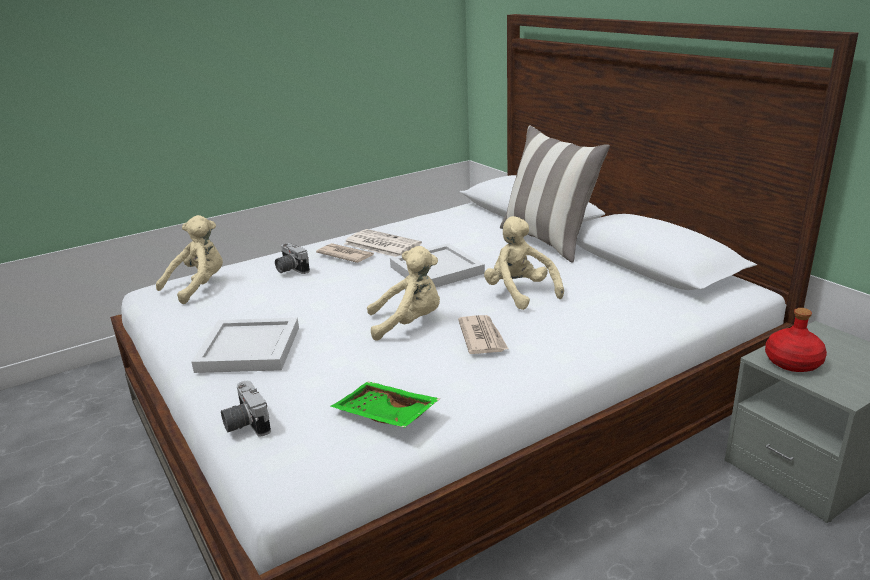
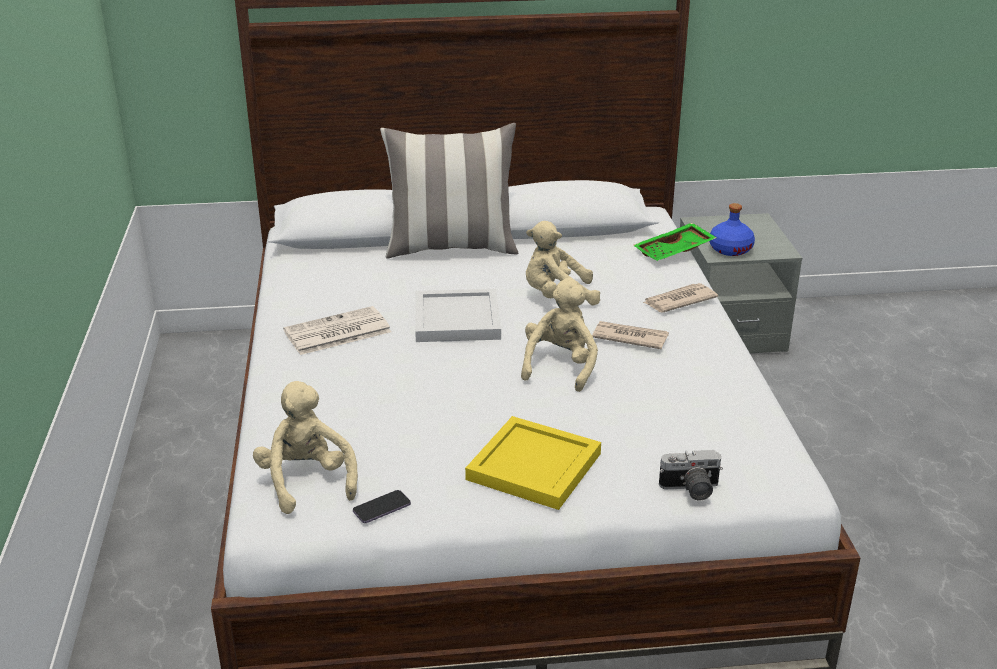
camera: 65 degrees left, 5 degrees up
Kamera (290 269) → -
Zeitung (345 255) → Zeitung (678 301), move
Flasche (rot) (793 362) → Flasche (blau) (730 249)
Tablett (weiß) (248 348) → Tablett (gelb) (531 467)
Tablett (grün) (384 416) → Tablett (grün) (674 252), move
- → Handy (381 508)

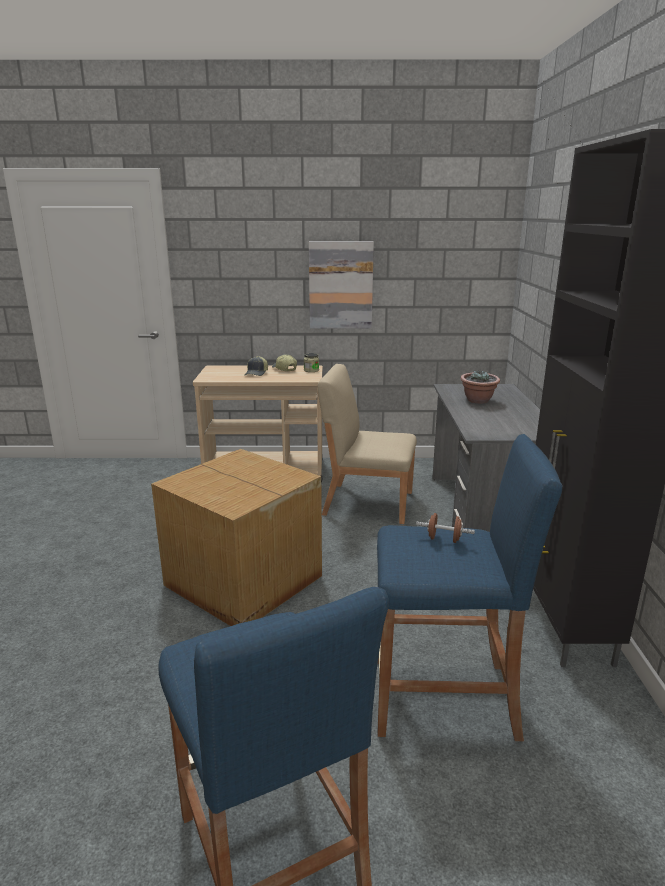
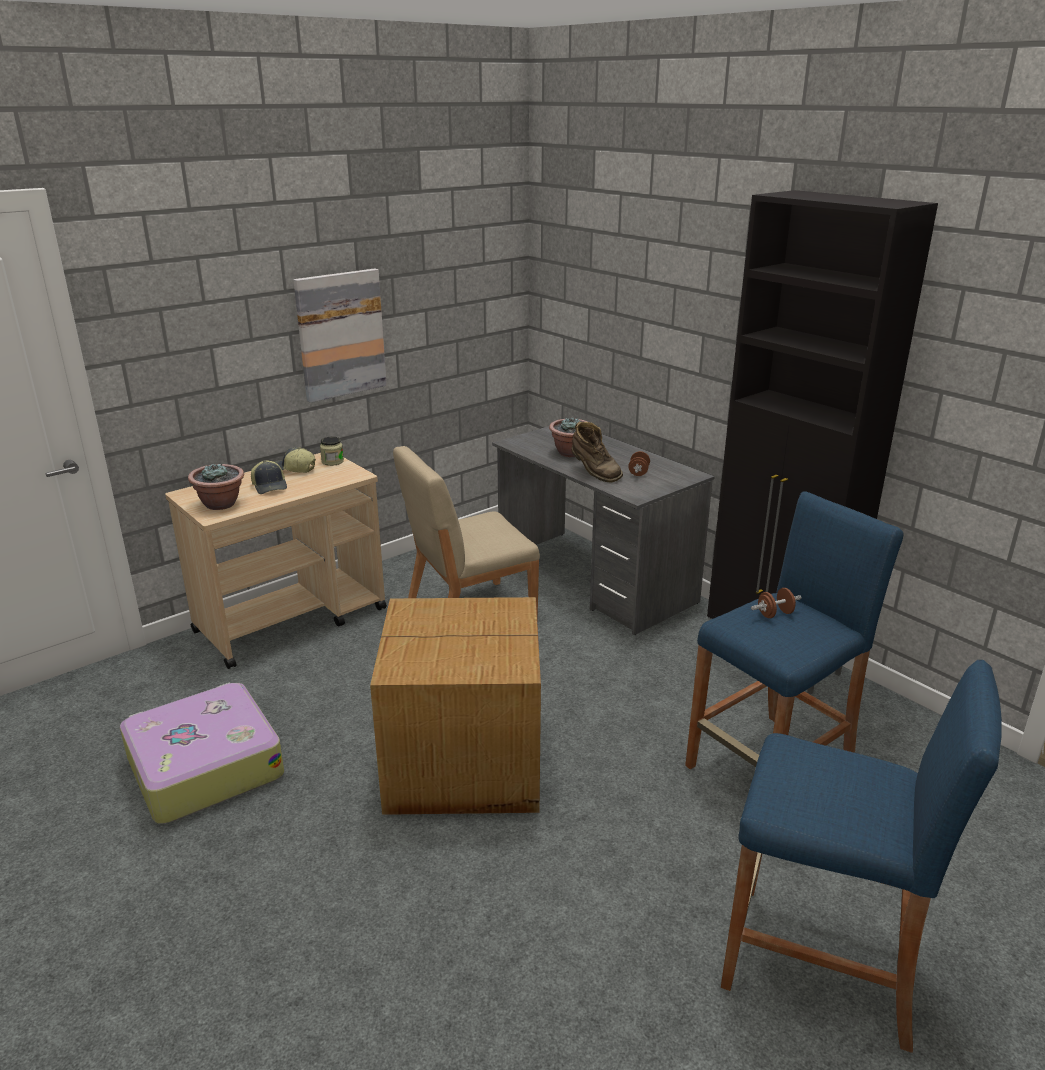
camera: 40 degrees left, 5 degrees up
- → Stiefel (braun) (594 474)
- → Hantel (braun) (638 472)
- → Topfpflanze (221 504)
- → Koffer (204 766)

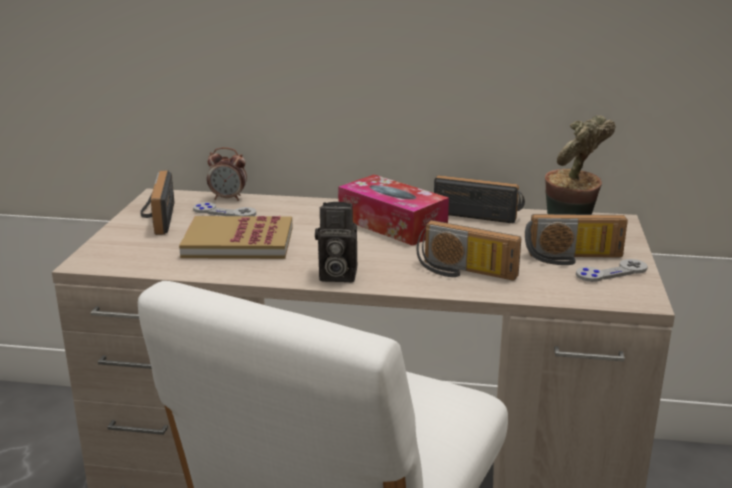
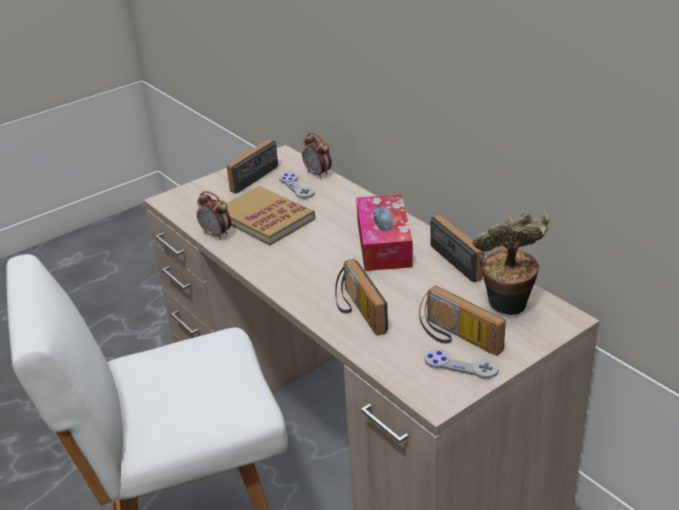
camera: 45 degrees right, 10 degrees up
Kamera (335 275) → -
- → Wecker (216 234)

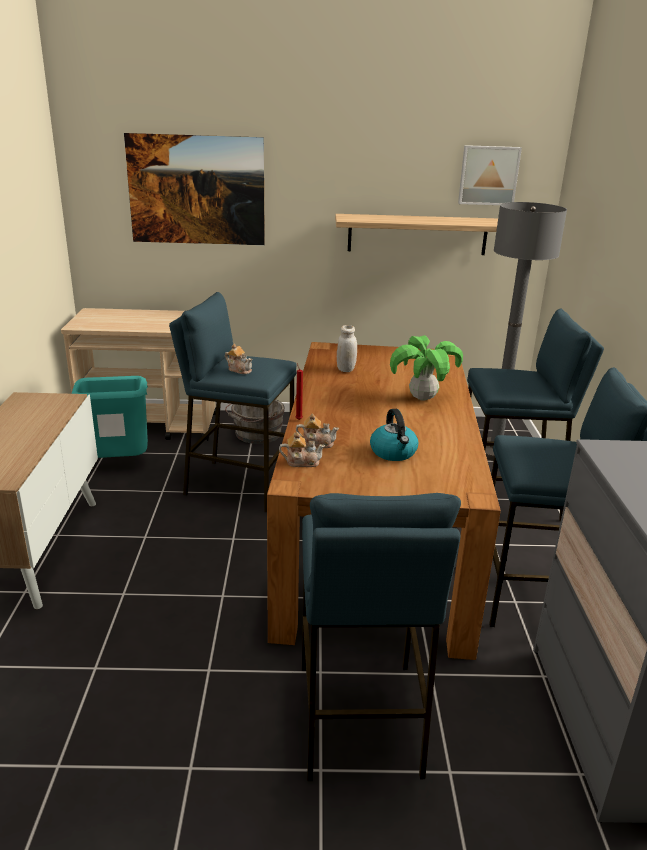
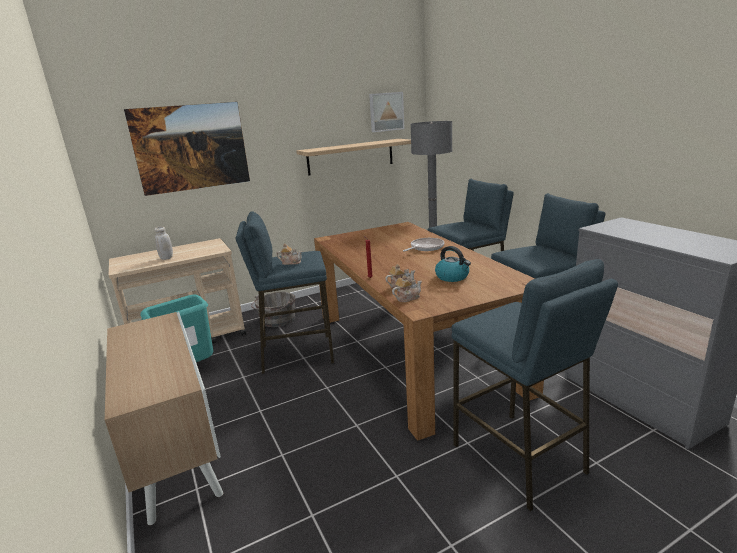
camera: 25 degrees left, 5 degrees down
Vorratsglas (weiß) (346 369) → Vorratsglas (weiß) (166 258), move
Topfpflanze (422 398) → Pfanne (425 248)

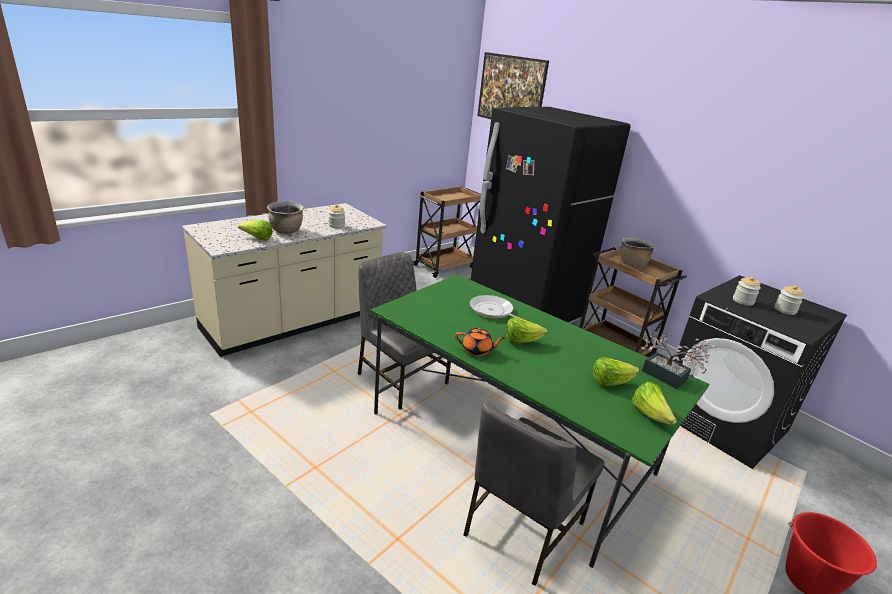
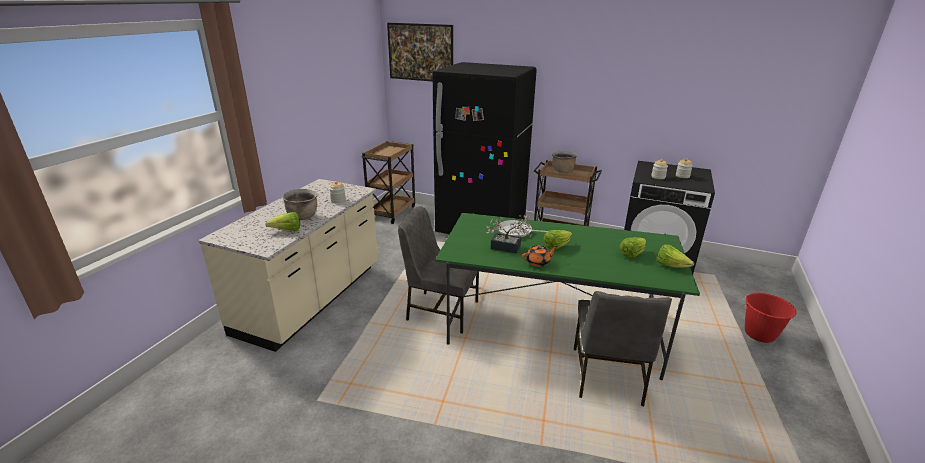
camera: 25 degrees left, 0 degrees up
Topfpflanze (669 378) → Topfpflanze (509 248), move

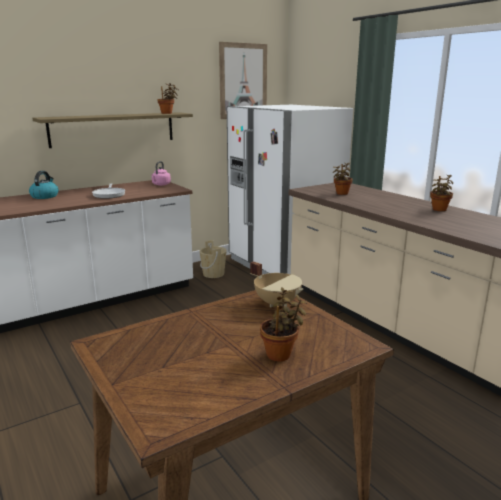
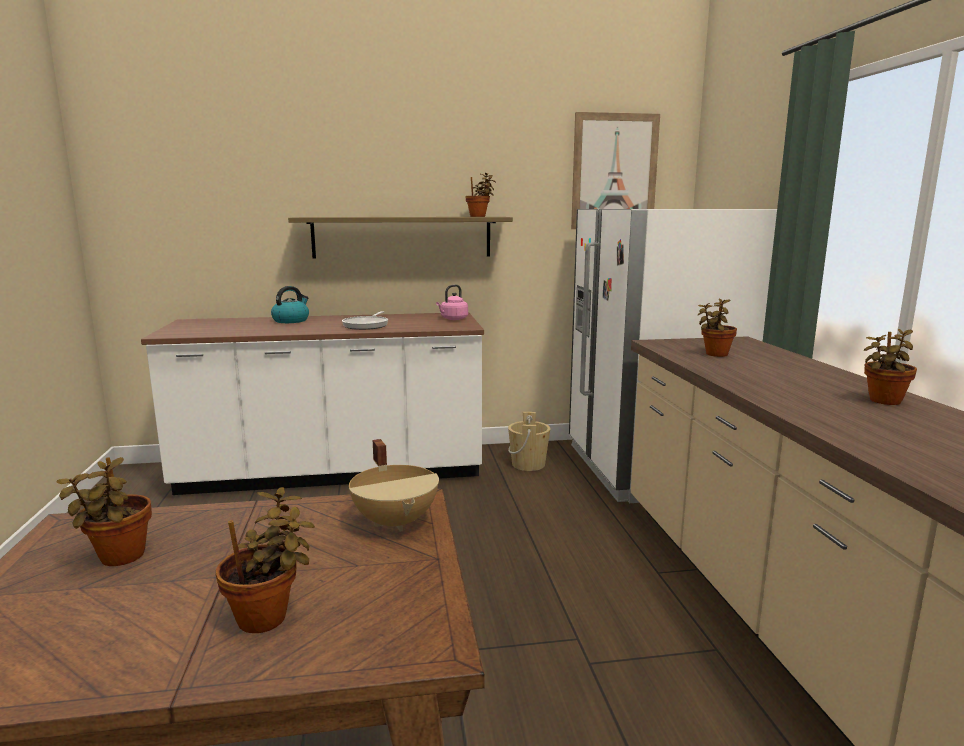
camera: 25 degrees right, 5 degrees down
- → Topfpflanze (118 558)

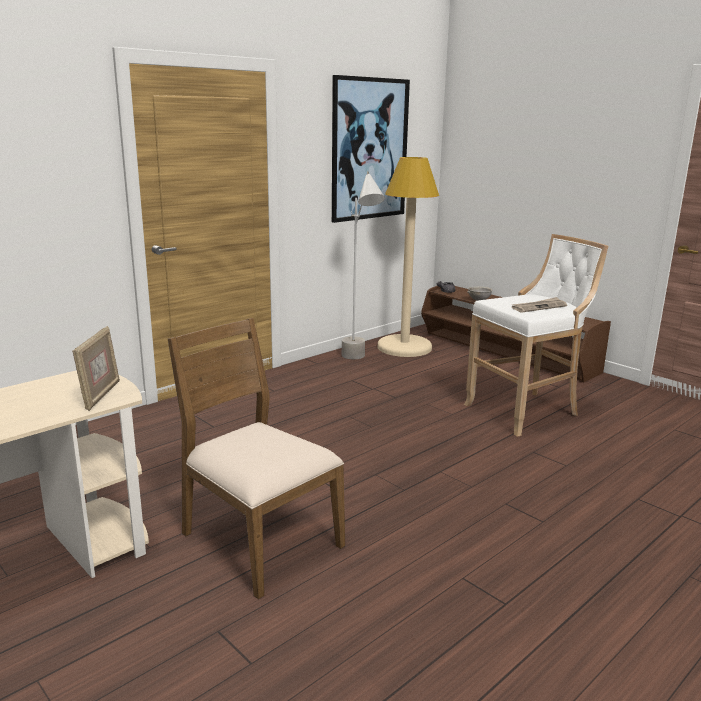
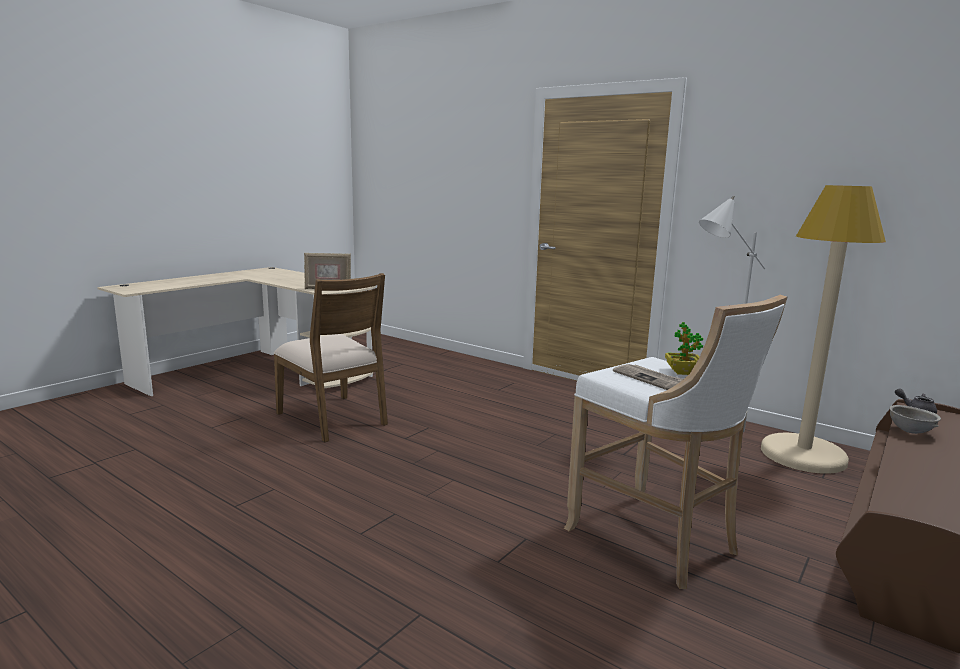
camera: 80 degrees right, 5 degrees down
Bild (369 149) → -
Stuhl (braun) (259 540) → Stuhl (braun) (333 418), 105 degrees clockwise
- → Topfpflanze (682 372)

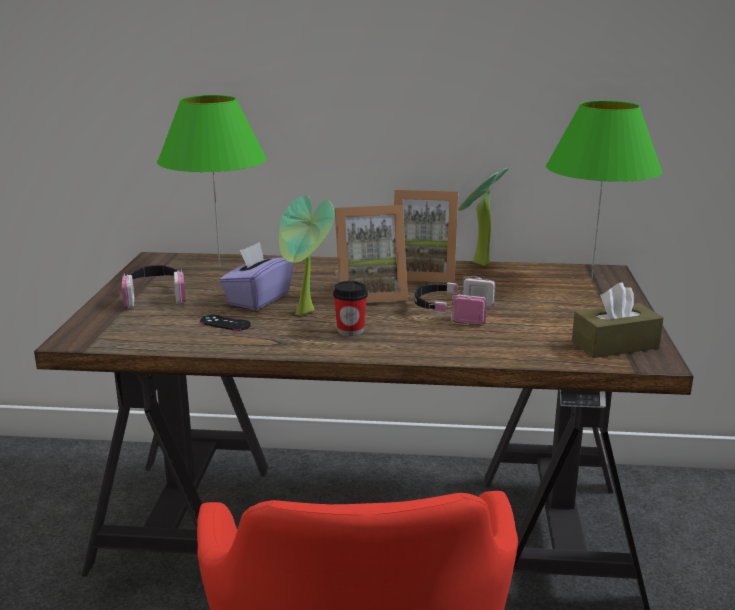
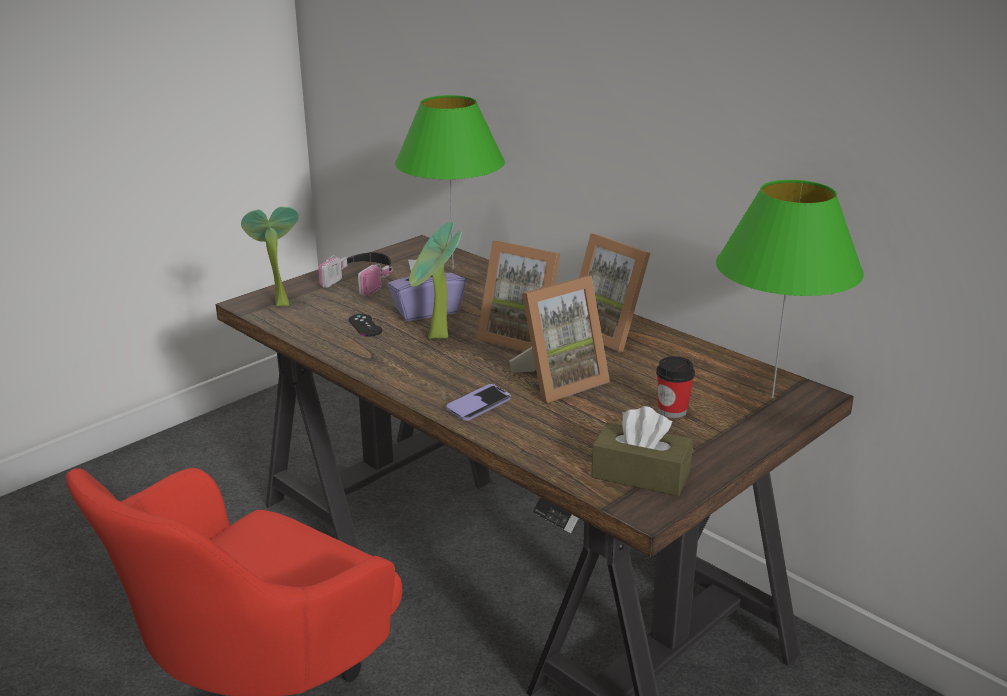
camera: 40 degrees right, 5 degrees up
Topfpflanze (477 264) → Topfpflanze (278 303), move
Kopfhörer (452 311) → Bilderrahmen (558 381)
Tasse (350 330) → Tasse (672 410), move
- → Handy (479 404)

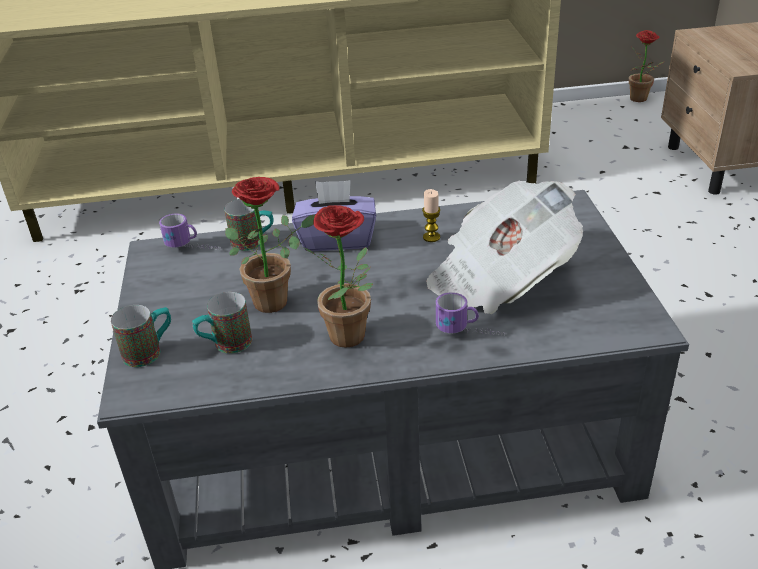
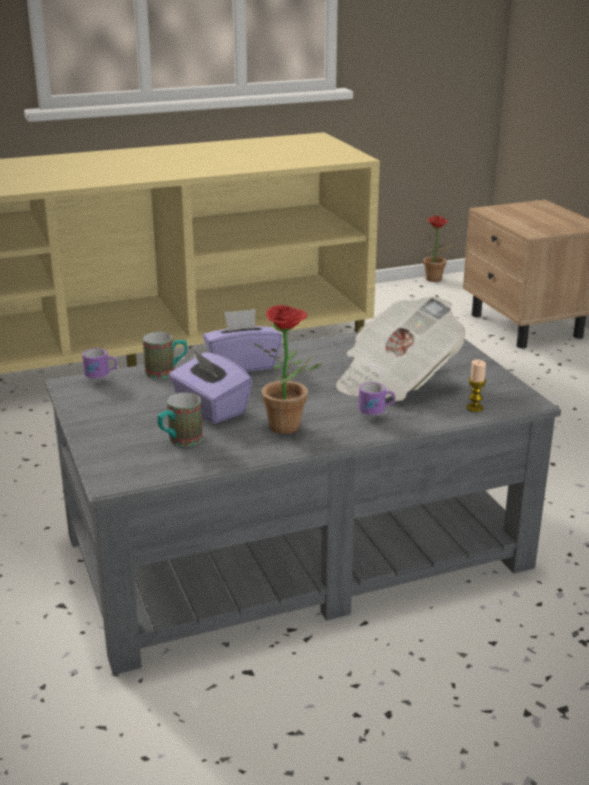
camera: 15 degrees left, 10 degrees down
Topfpflanze (277 299) → Taschentuchbox (lila) (210 408)
Kerze (431 237) → Kerze (474 408), move
Henkelbecher (150 351) → -

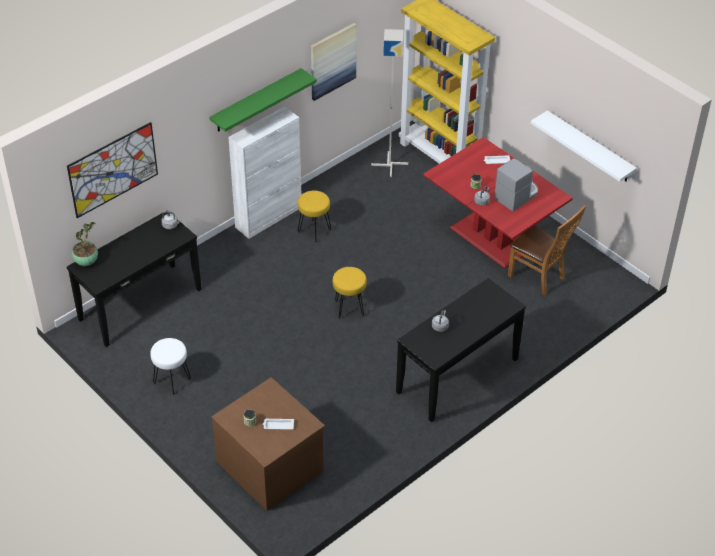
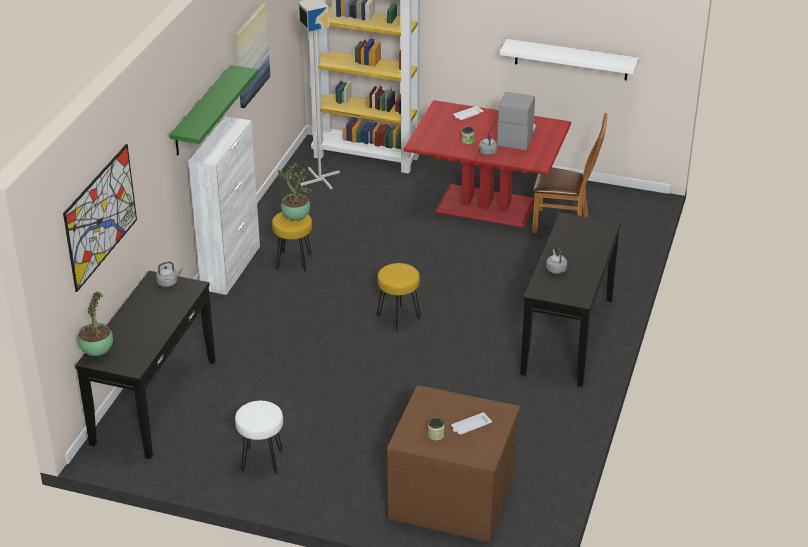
camera: 30 degrees left, 10 degrees down
- → Topfpflanze (295 218)

